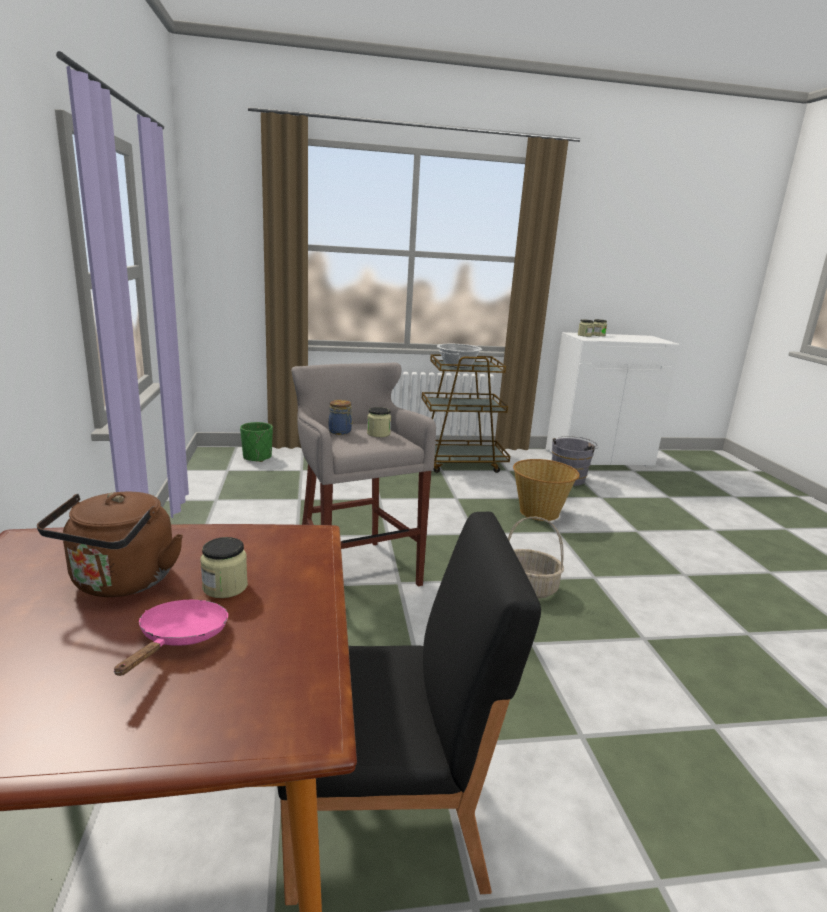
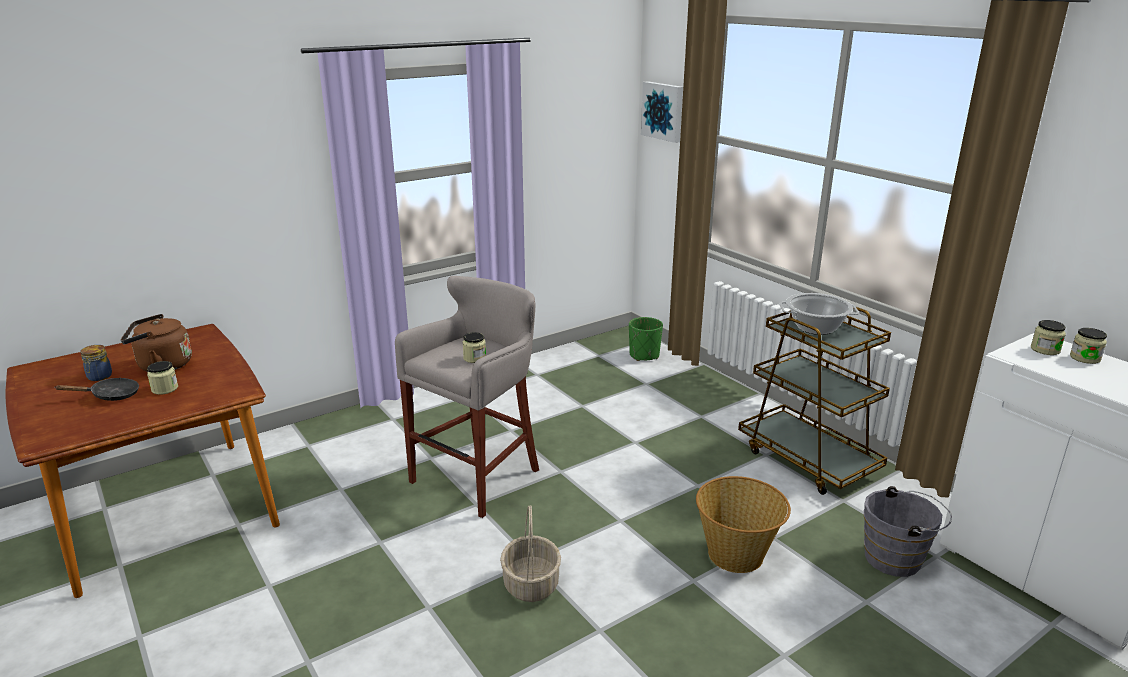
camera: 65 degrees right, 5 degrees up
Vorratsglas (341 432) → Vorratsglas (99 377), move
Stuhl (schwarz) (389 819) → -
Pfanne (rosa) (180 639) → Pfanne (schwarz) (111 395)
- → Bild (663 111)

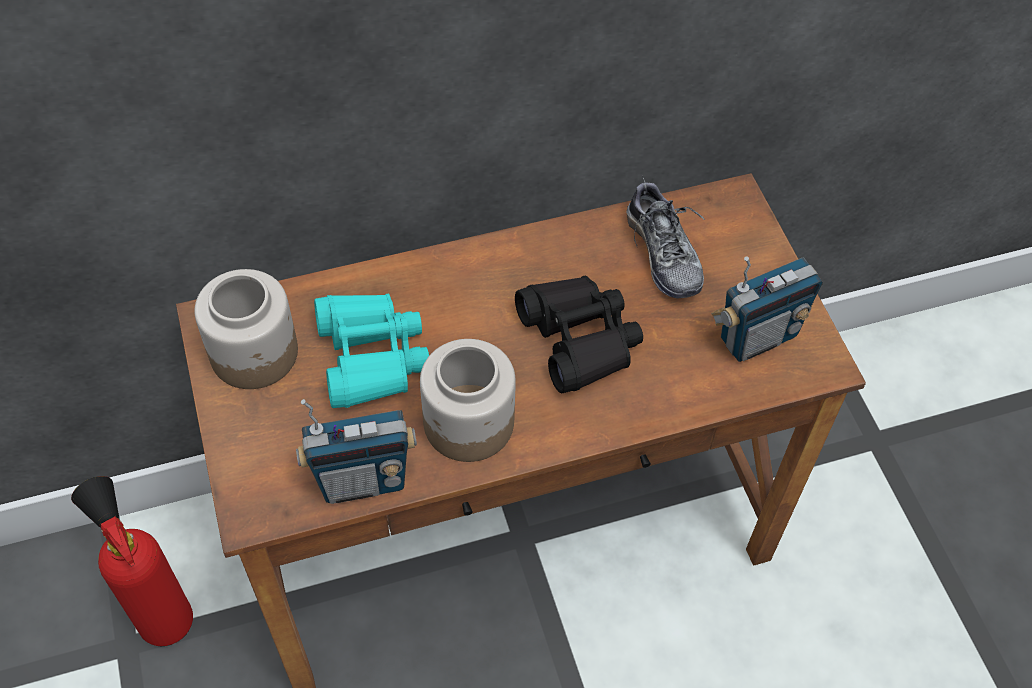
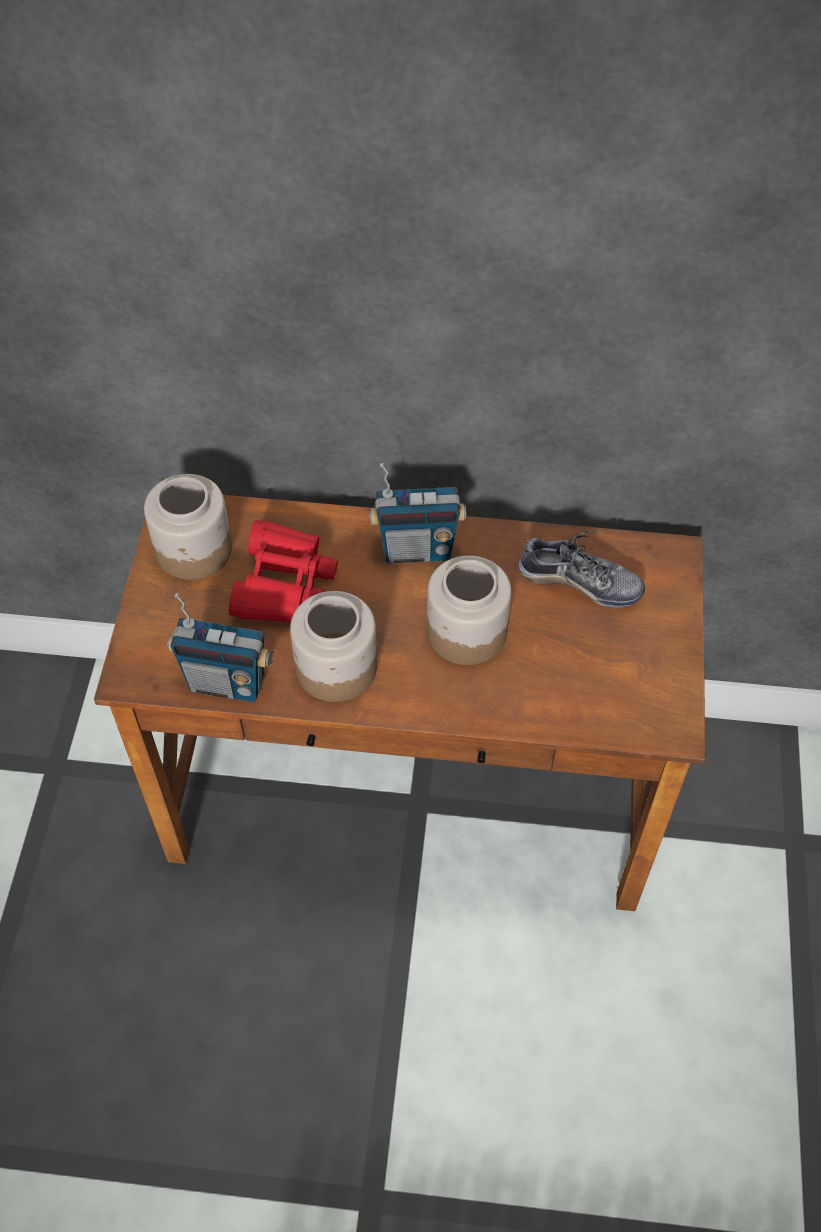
camera: 25 degrees right, 0 degrees up
Schuh (663 254) → Schuh (580 582), 75 degrees counterclockwise
Radio (757 337) → Radio (417 550), move
Fernglas (schwarz) (579 339) → Vorratsglas (466 631)
Fernglas (türkis) (371 357) → Fernglas (rot) (284 585)
Feuerlöscher (161 613) → -

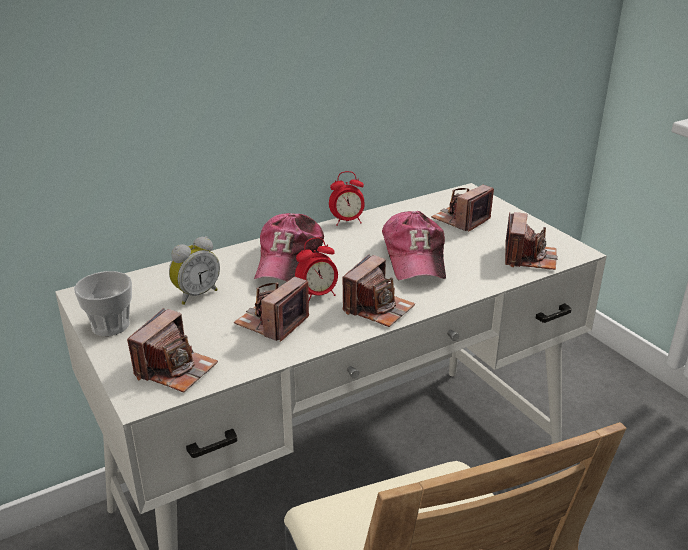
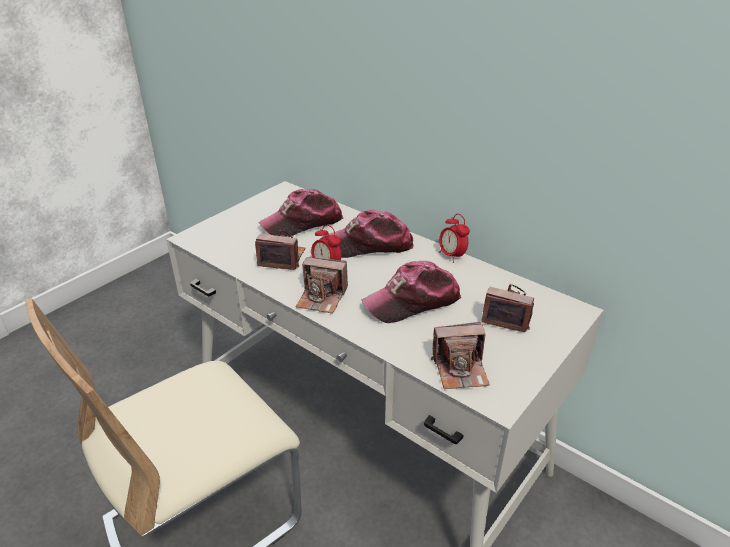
camera: 70 degrees right, 5 degrees up
Wecker (195 294) → Kappe (303 223)
Tasse (110 325) → -
Kamera (176 369) → -

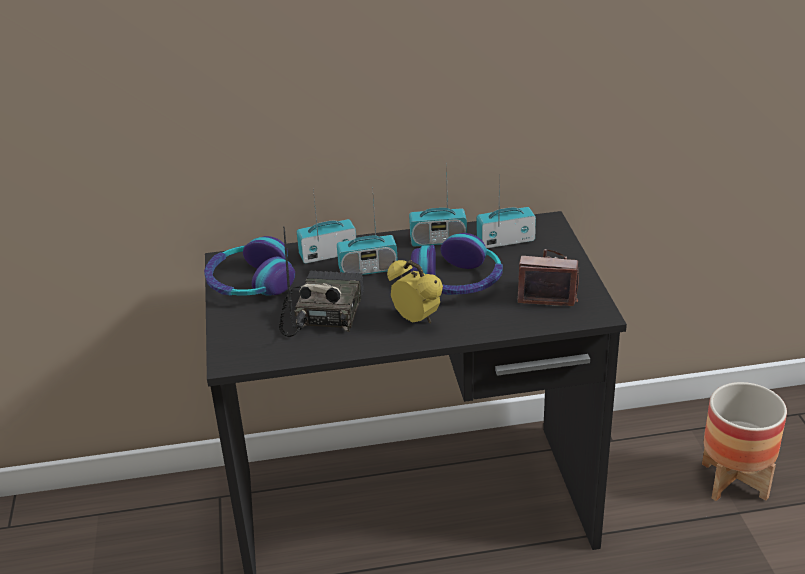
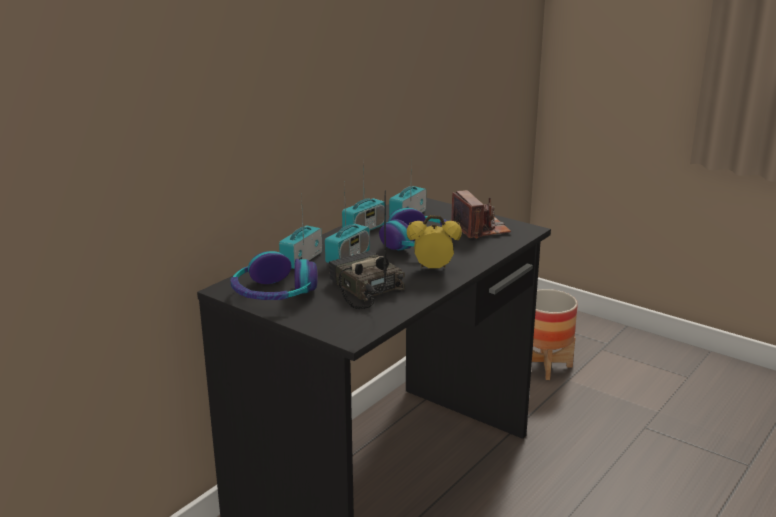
camera: 45 degrees left, 10 degrees down
Kamera (547 290) → Kamera (480 229), 105 degrees clockwise

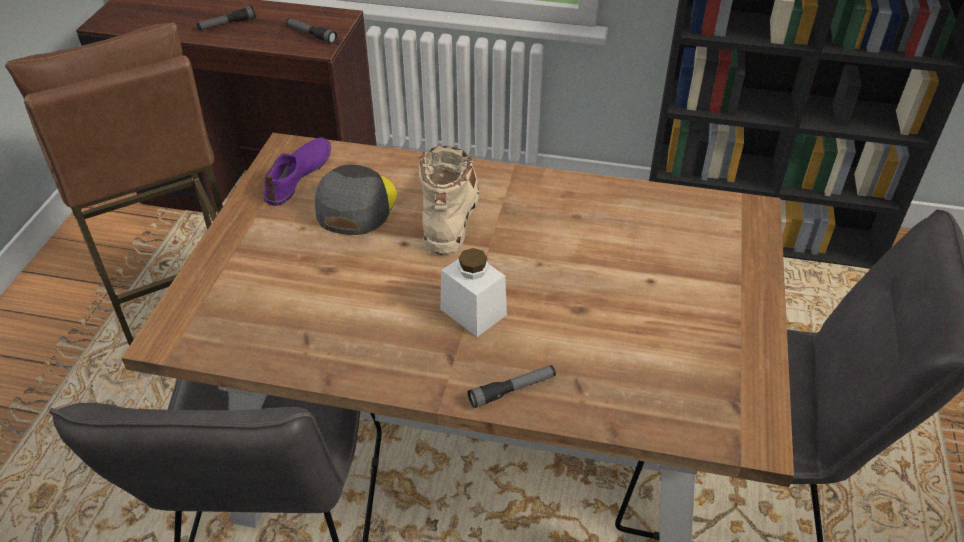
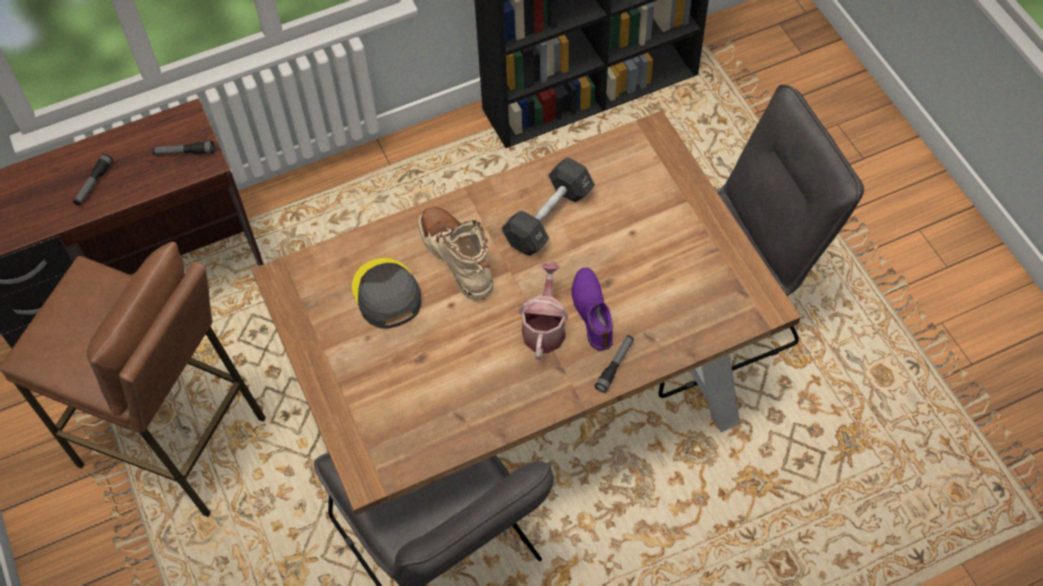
camera: 35 degrees left, 15 degrees up
Schuh (lila) (299 176) → Schuh (lila) (593 312), move
Vorratsglas (weiß) (473 312) → Gießkanne (544 327)
- → Hantel (schwarz) (548 217)

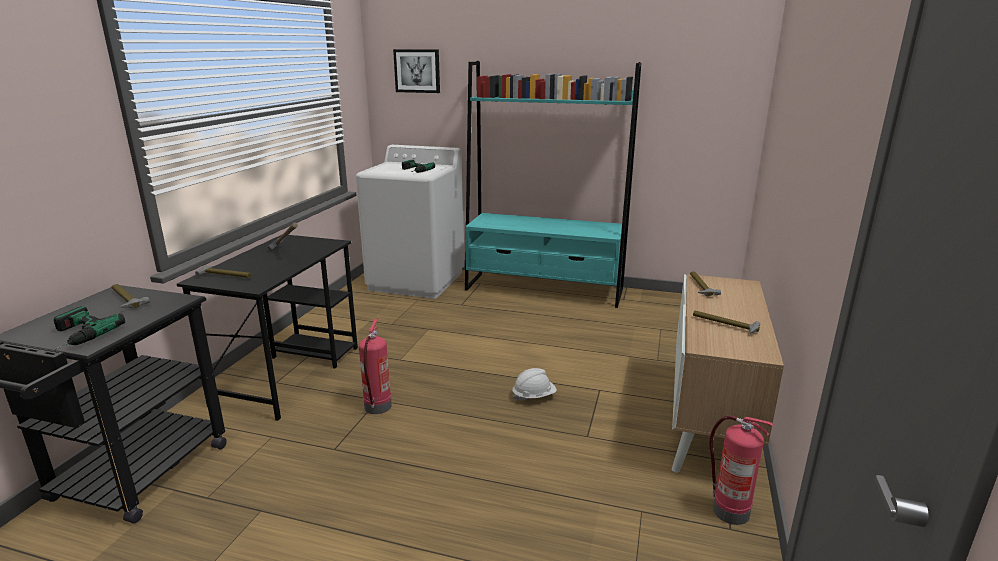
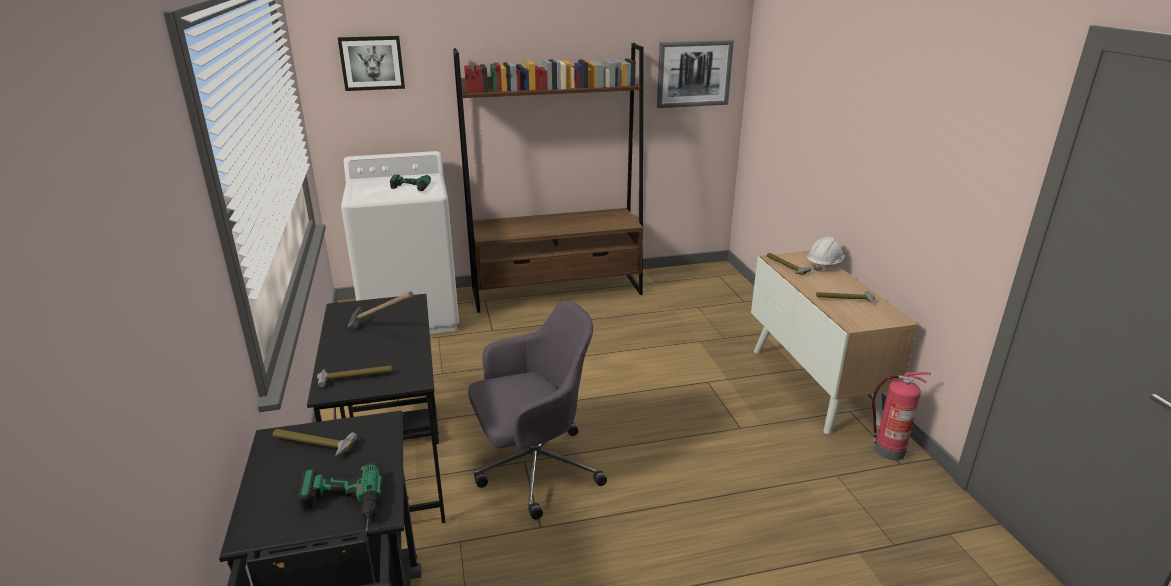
camera: 30 degrees left, 5 degrees up
Bücherregal (türkis) (544 289) → Bücherregal (braun) (557 291)
Feuerlöscher (378 407) → Bürostuhl (grau) (533 469)
Schutzhelm (weiß) (534 396) → Schutzhelm (weiß) (824 265), move
- → Bild (694 74)

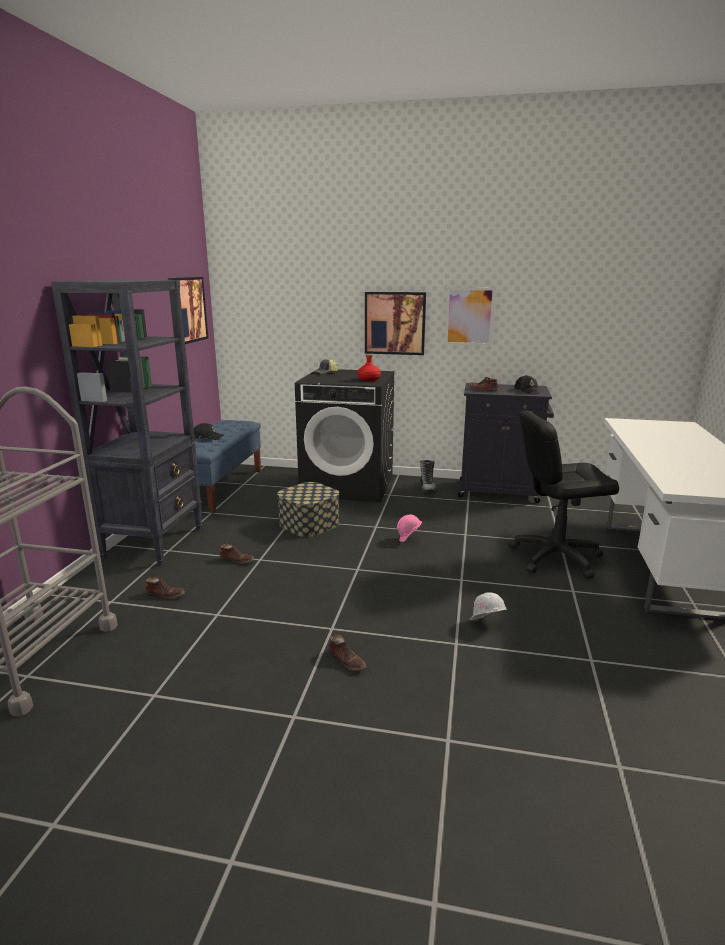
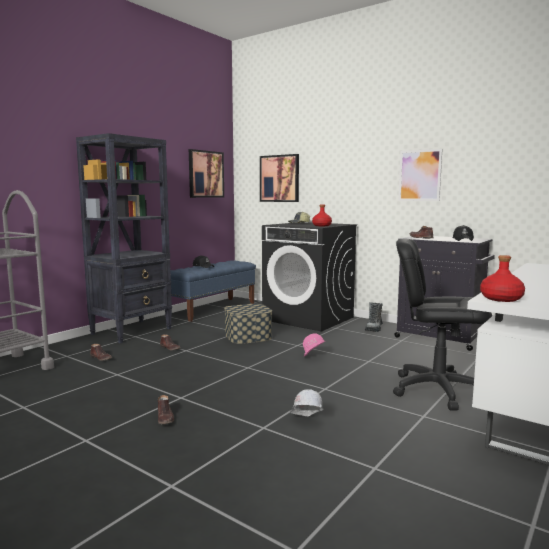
camera: 25 degrees right, 10 degrees down
Bild (395 323) → Bild (279 178), move
- → Flasche (rot) (500 298)

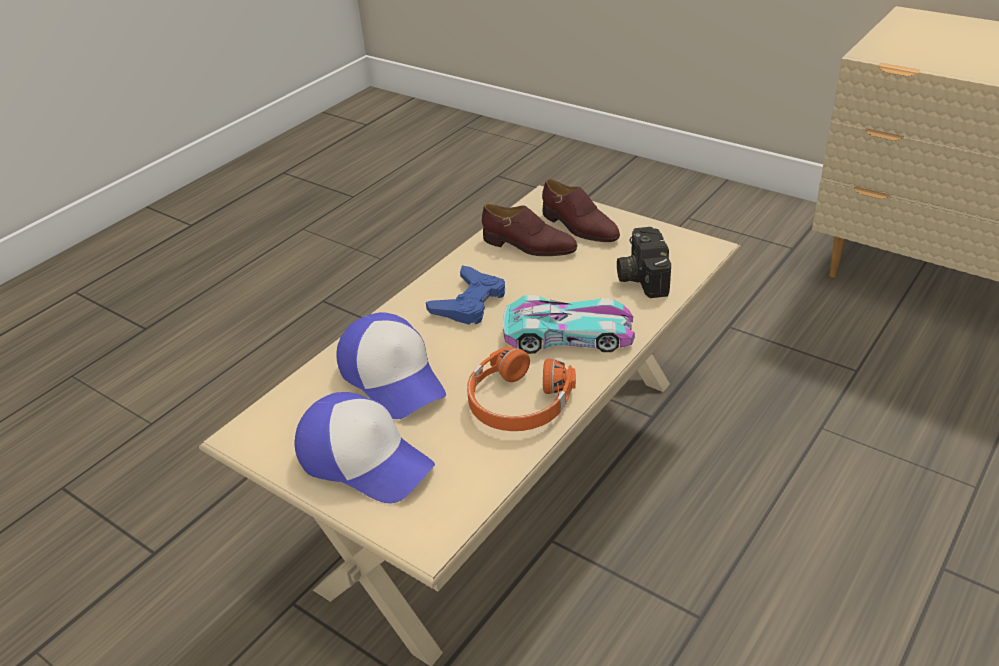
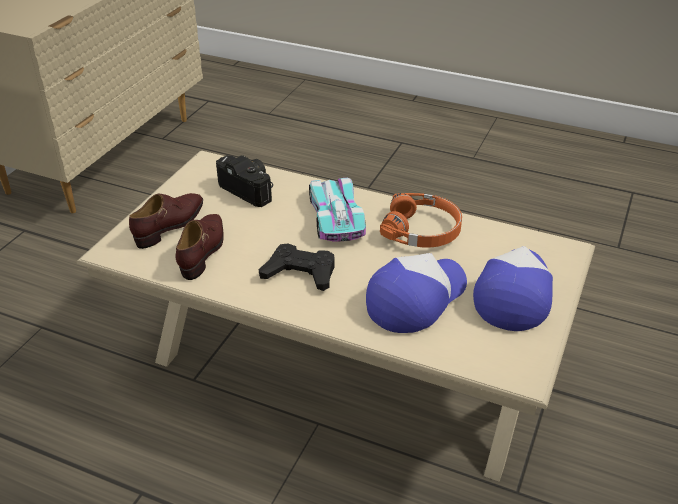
camera: 105 degrees left, 0 degrees up
Kamera (640 276) → Kamera (250 189), 120 degrees counterclockwise
Gamepad (blau) (469 302) → Gamepad (schwarz) (300 273)

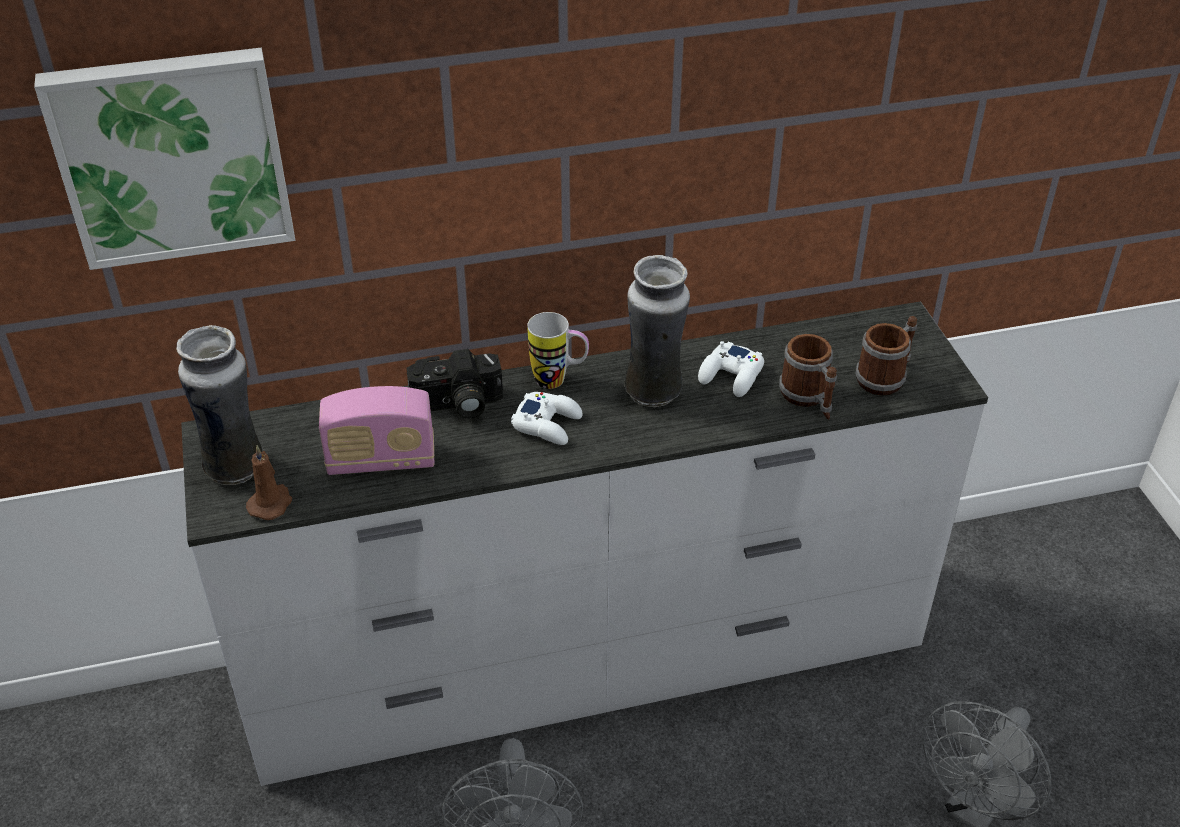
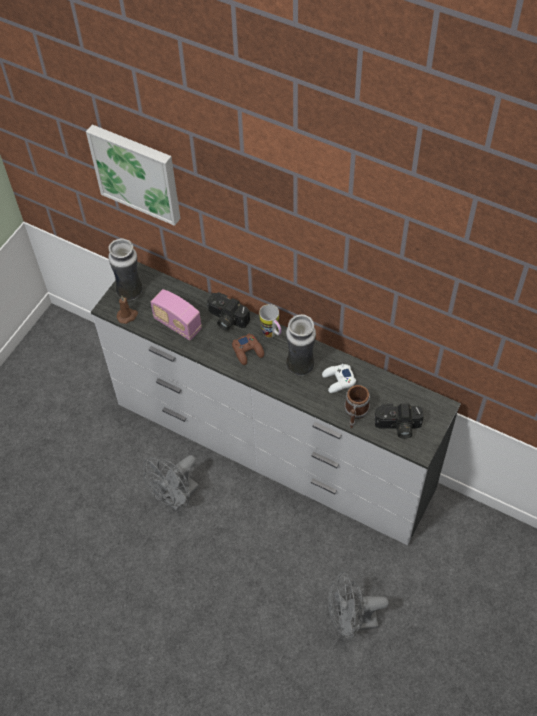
camera: 45 degrees right, 15 degrees up
Henkelbecher (885 377) → Kamera (398 427)
Gamepad (weiß) (548 424) → Gamepad (braun) (248 351)

